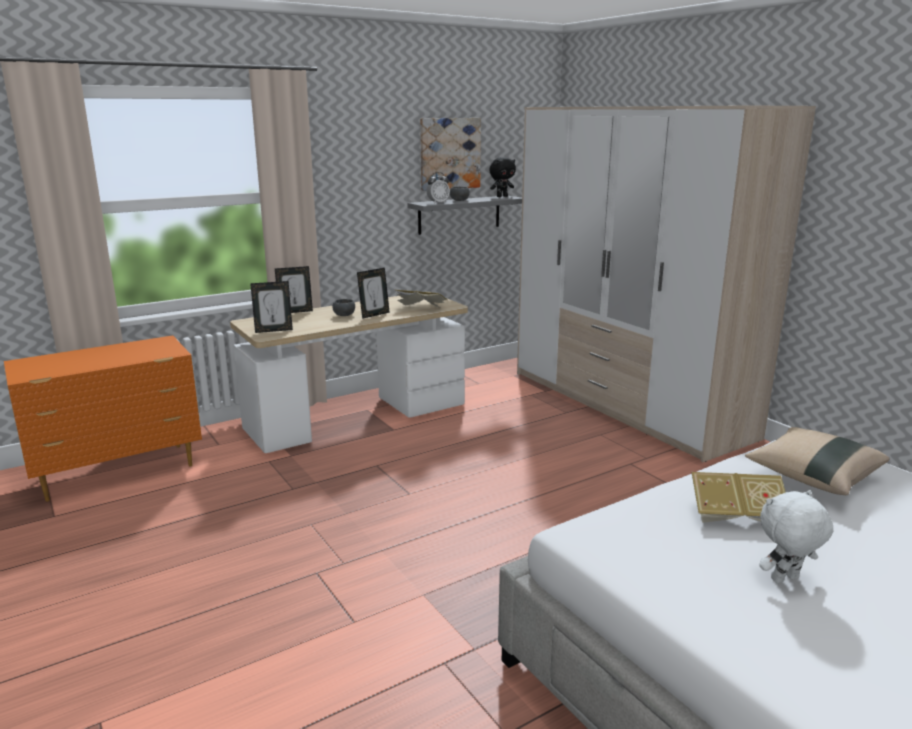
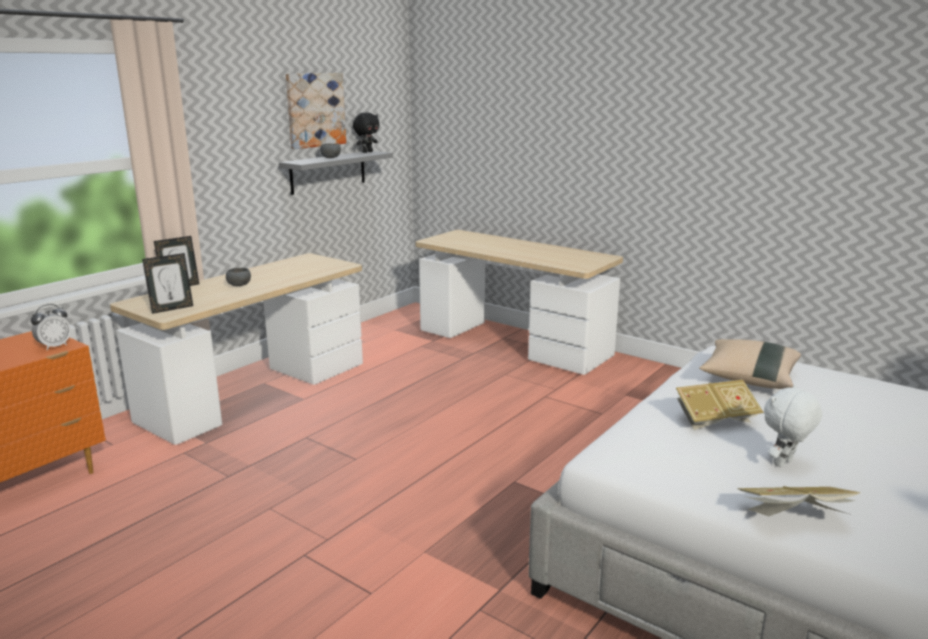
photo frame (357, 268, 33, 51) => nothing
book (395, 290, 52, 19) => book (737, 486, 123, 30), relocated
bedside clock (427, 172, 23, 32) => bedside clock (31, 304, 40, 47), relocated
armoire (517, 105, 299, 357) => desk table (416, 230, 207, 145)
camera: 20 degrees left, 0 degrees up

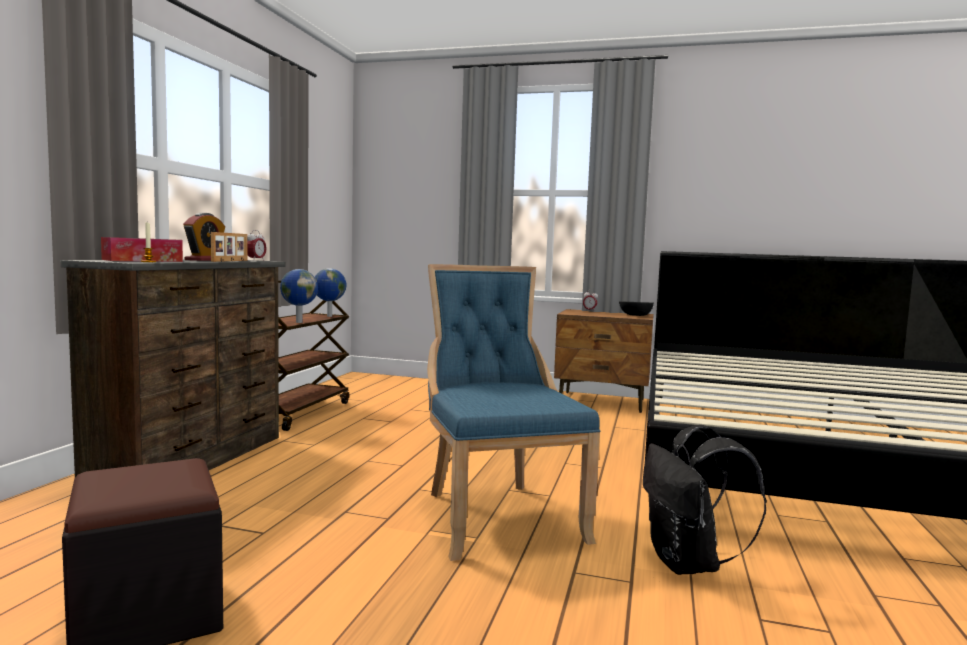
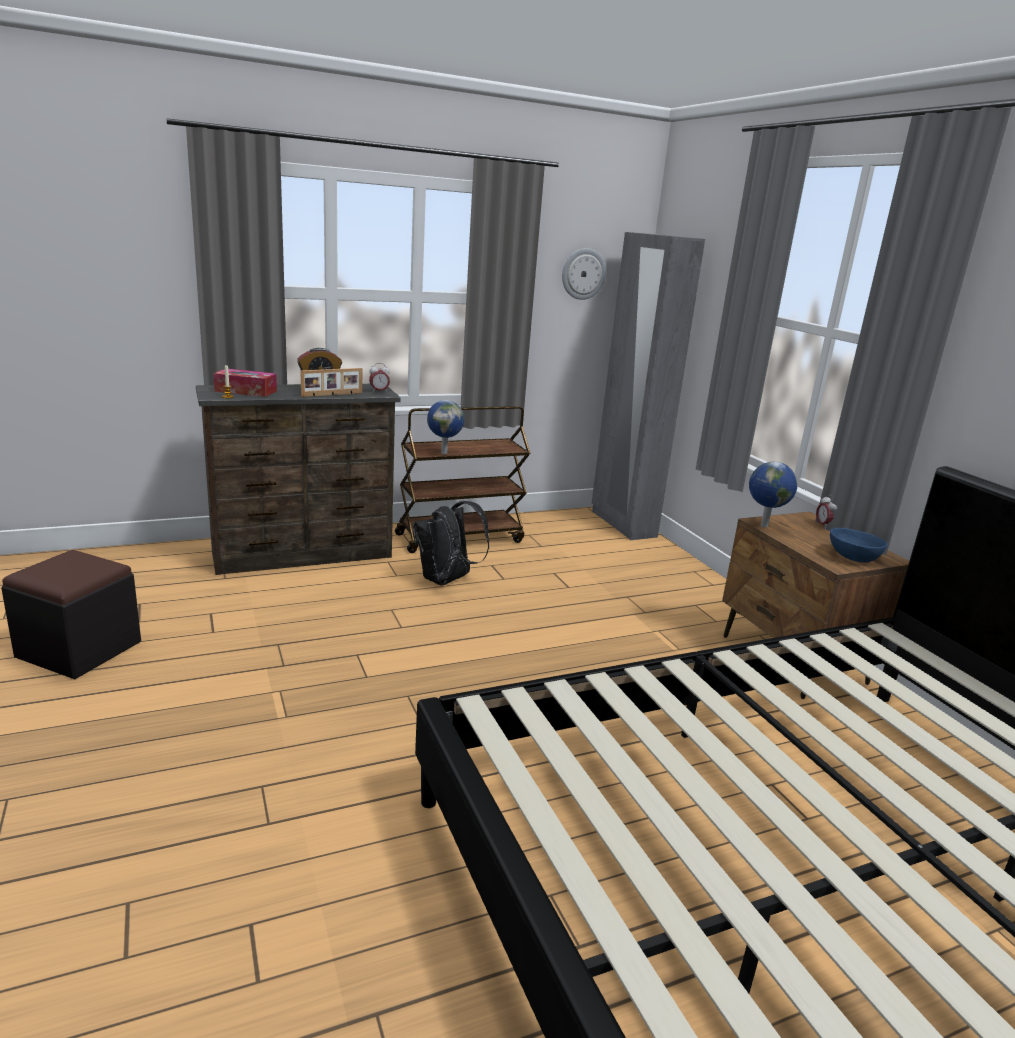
world globe (315, 268, 32, 49) => world globe (749, 462, 49, 65), relocated
blue upright chair (427, 264, 174, 297) => nothing
black-coloured serving bowl (619, 301, 35, 15) => blue serving bowl (830, 528, 57, 35)
black-coloured rucksack (643, 425, 124, 150) => black-coloured rucksack (413, 501, 77, 85), relocated
nothing => wall clock (562, 248, 44, 52)
nothing => gray armoire (592, 232, 113, 308)
camera: 50 degrees right, 15 degrees up

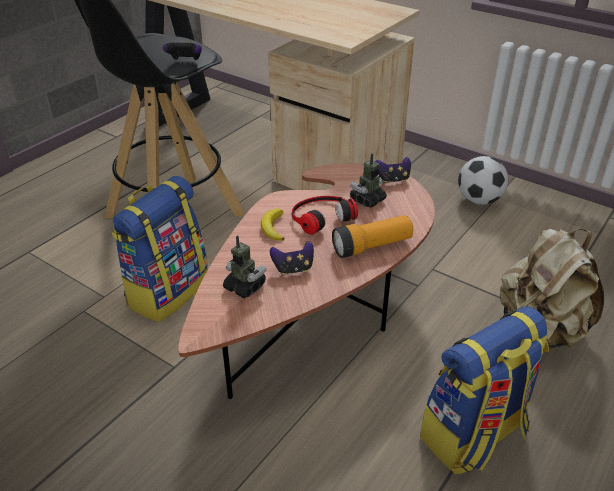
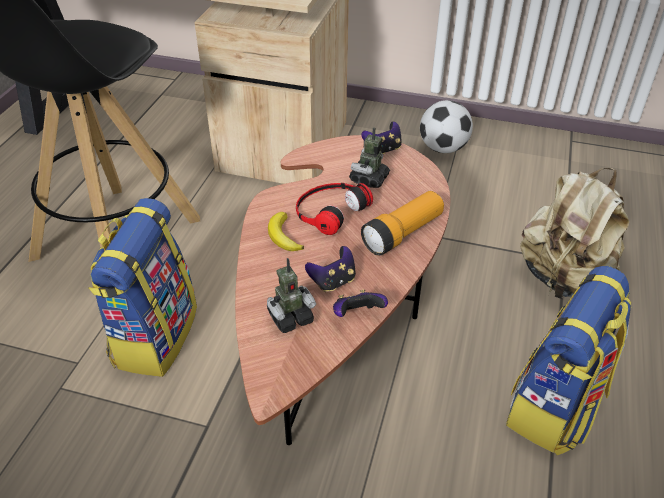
joypad (163, 42, 39, 18) => joypad (333, 289, 55, 28), relocated
toy robot (223, 235, 43, 63) => toy robot (267, 258, 49, 75), 135 degrees clockwise
camera: 20 degrees left, 5 degrees up

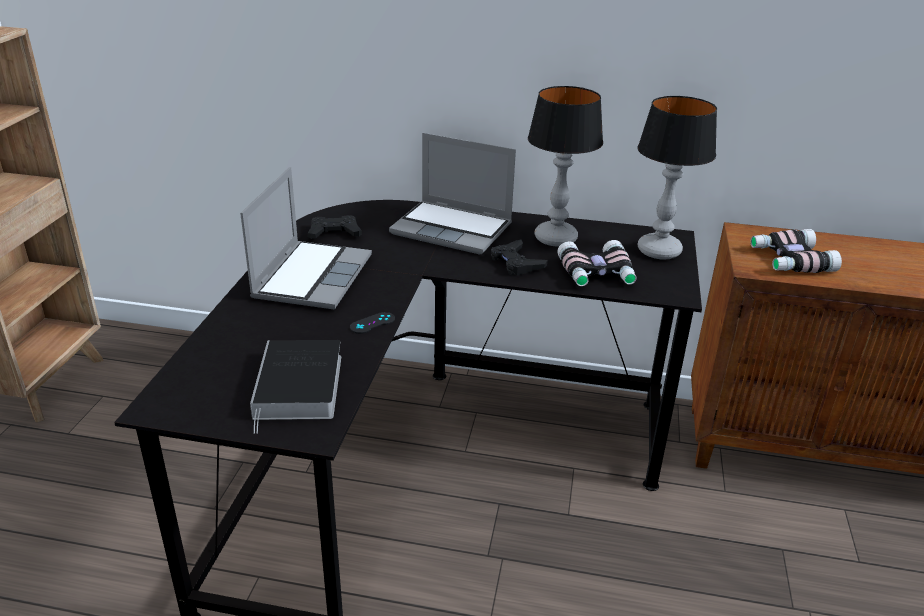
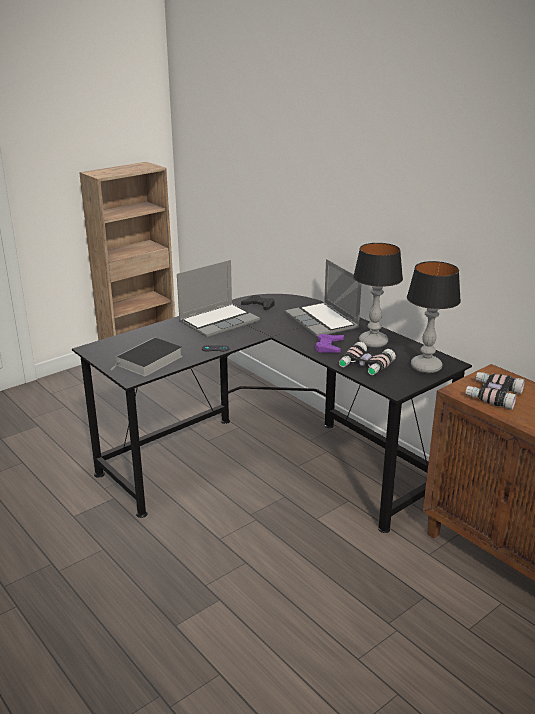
black-coloured joypad (491, 239, 56, 36) => purple joypad (315, 334, 29, 19)
camera: 40 degrees right, 5 degrees down

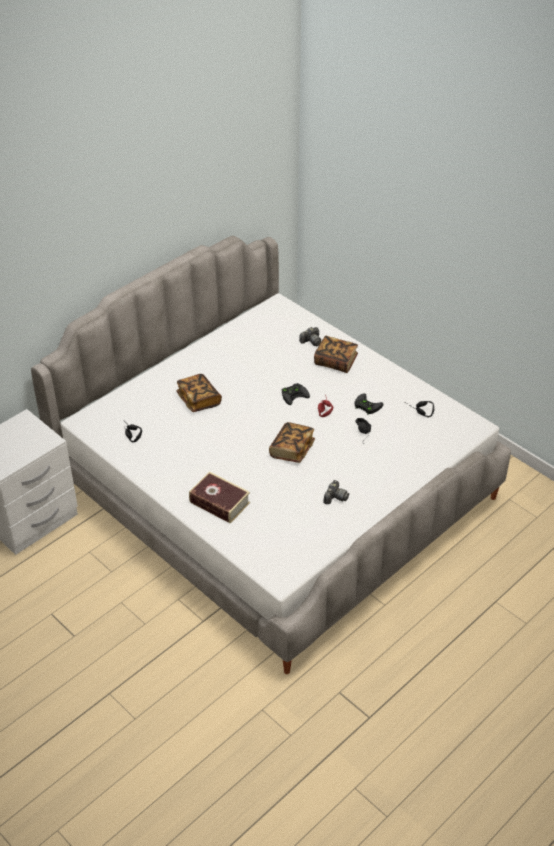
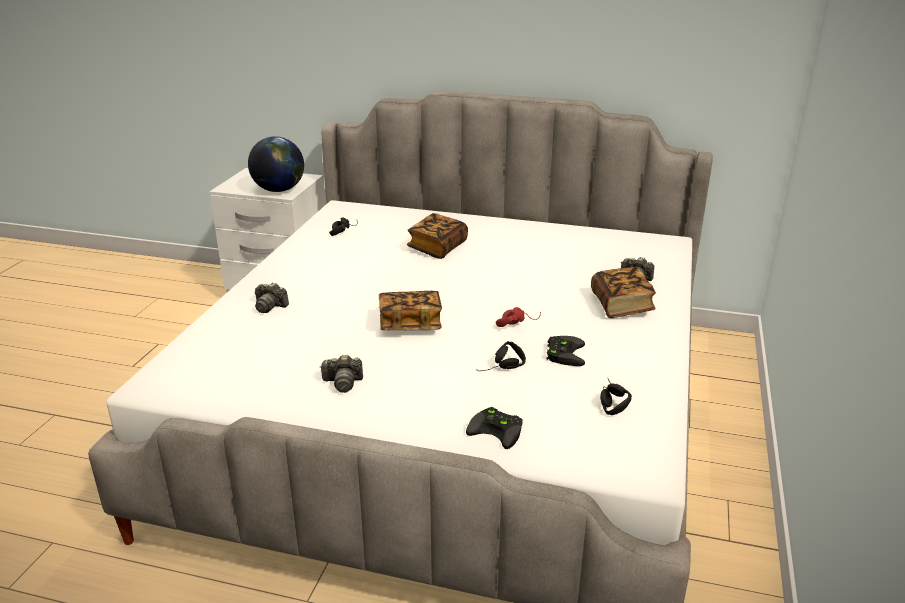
book (189, 472, 61, 52) => still camera (255, 282, 34, 31)
black-coloured joypad (282, 383, 28, 22) => black-coloured joypad (466, 407, 57, 42), relocated
nothing => world globe (248, 136, 56, 56)
camera: 60 degrees right, 15 degrees down

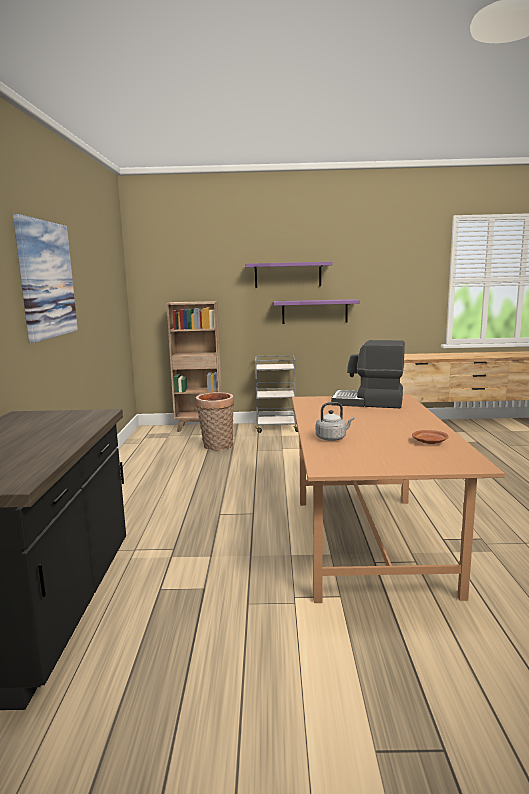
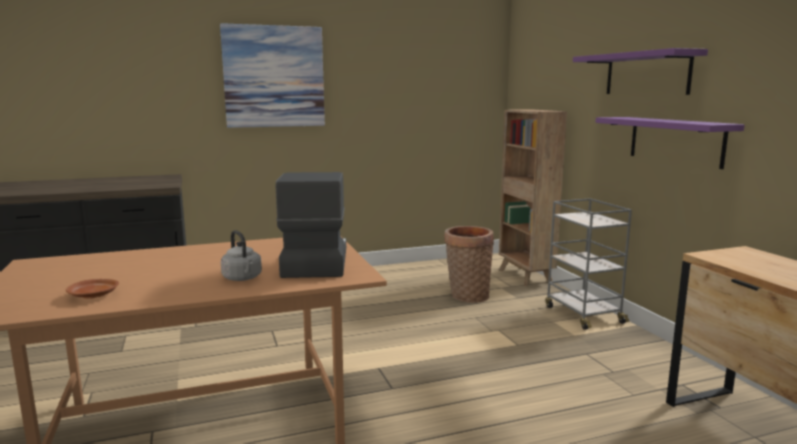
gray water kettle (316, 402, 38, 39) => gray water kettle (221, 230, 41, 51), relocated
camera: 70 degrees right, 0 degrees up

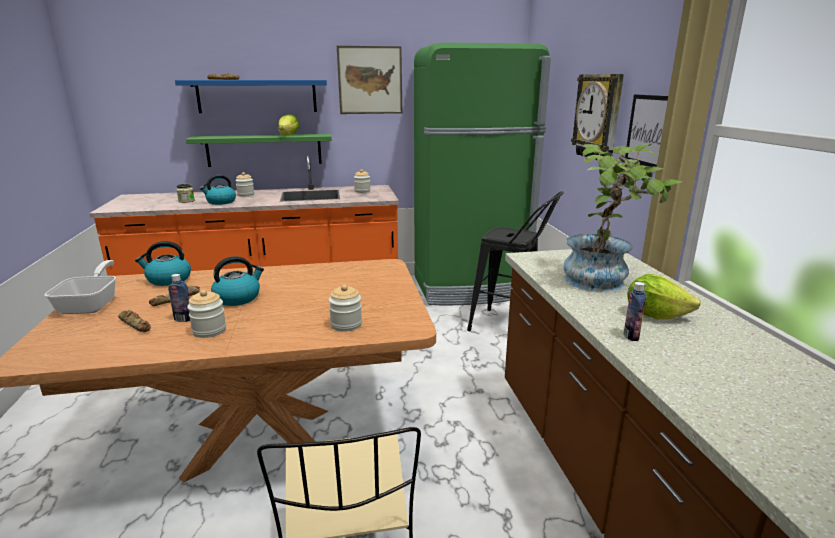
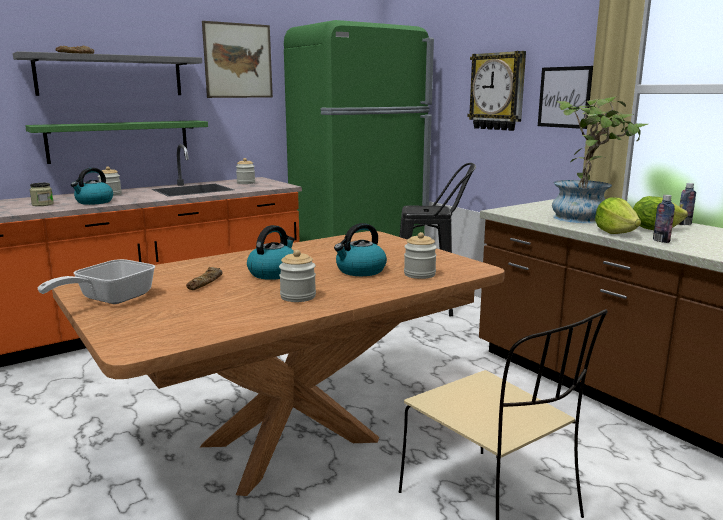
pan (44, 260, 72, 54) => pan (38, 259, 117, 45), 120 degrees counterclockwise
bread (118, 310, 33, 22) => nothing
water kettle (135, 241, 56, 45) => water kettle (334, 223, 53, 53), relocated
drink bottle (168, 274, 22, 48) => drink bottle (679, 183, 17, 42), relocated
blue bracket shelf (175, 80, 152, 33) => gray bracket shelf (13, 51, 189, 45)
lettuce head (279, 114, 20, 22) => lettuce head (595, 197, 46, 37), relocated
camera: 25 degrees left, 5 degrees down

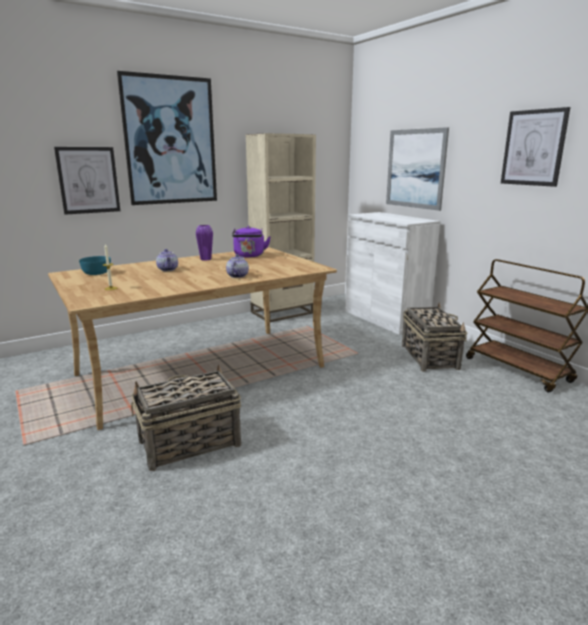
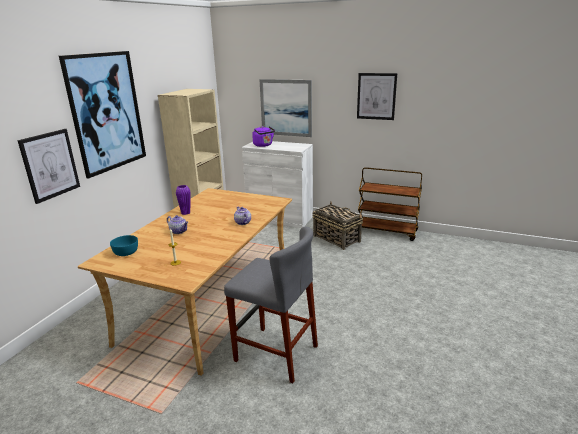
basket (131, 365, 110, 106) => gray stool (224, 226, 94, 157)
purple water kettle (232, 226, 39, 32) => purple water kettle (252, 126, 23, 21), relocated
camera: 35 degrees left, 5 degrees up

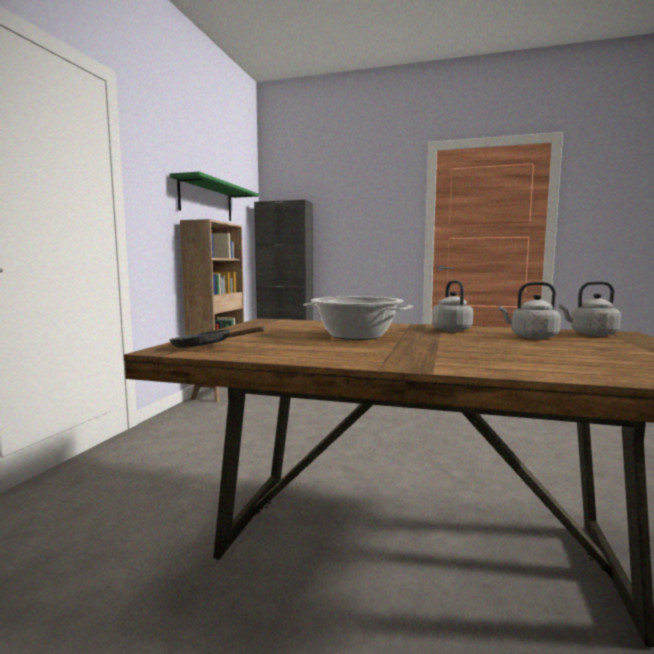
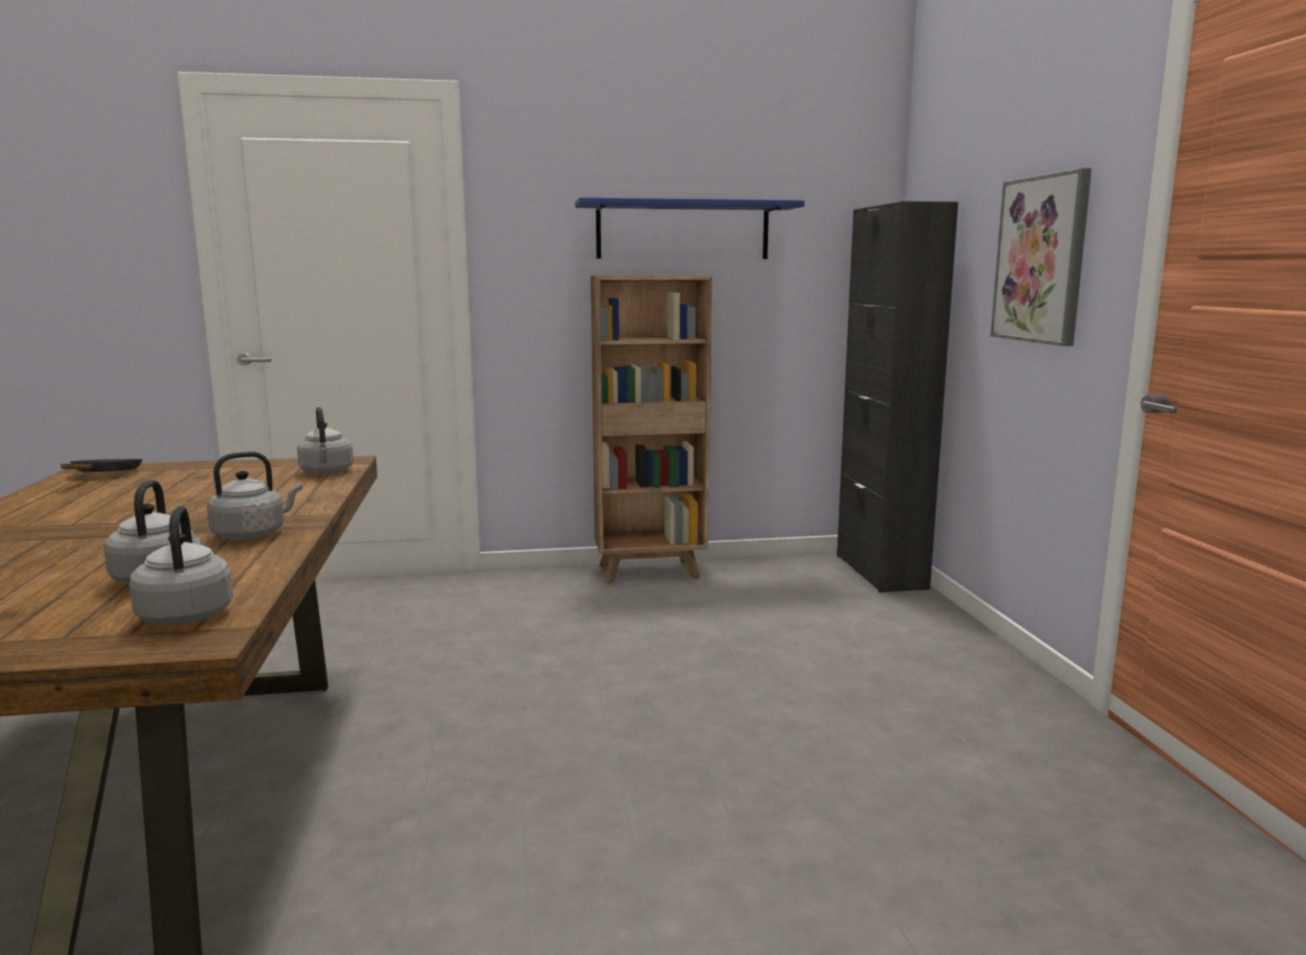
green-coloured bracket shelf (169, 172, 90, 49) => blue bracket shelf (575, 197, 230, 62)
saucepot (303, 297, 110, 43) => nothing
nothing => gray water kettle (297, 407, 57, 68)
nothing => wall picture (991, 168, 101, 178)
camera: 65 degrees right, 5 degrees up

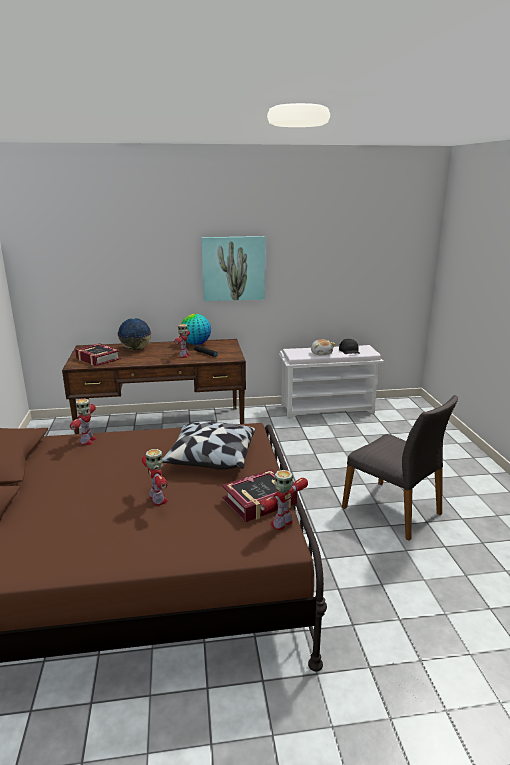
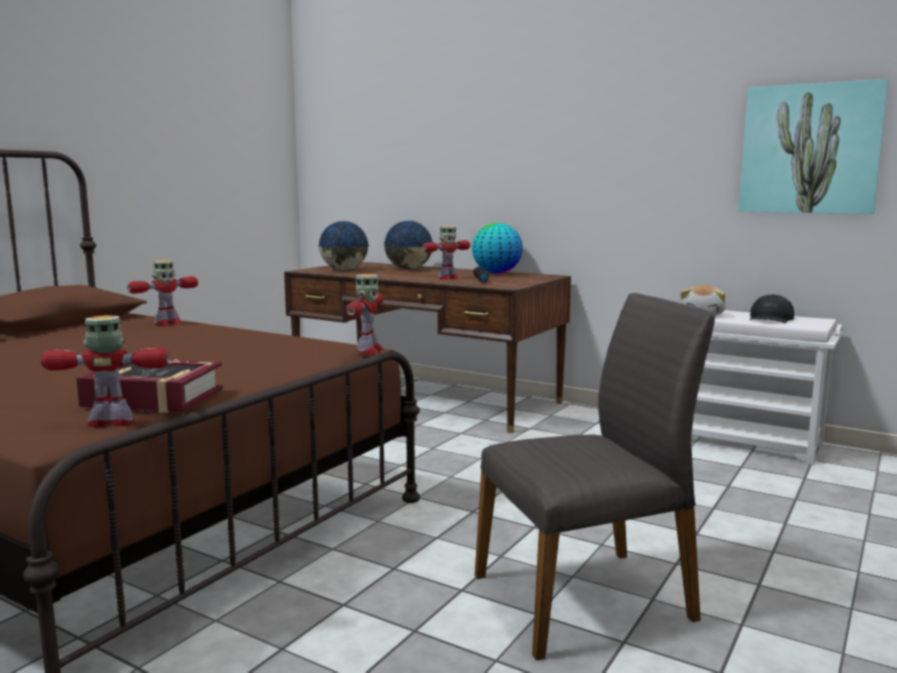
book (75, 343, 46, 23) => world globe (318, 221, 51, 49)
toy robot (142, 449, 27, 57) => toy robot (345, 274, 39, 80), relocated
pillow (162, 421, 93, 49) => nothing
wall picture (201, 236, 64, 65) => wall picture (739, 79, 150, 135), relocated
gray upright chair (342, 395, 116, 146) => gray upright chair (475, 293, 240, 368), 105 degrees counterclockwise
camera: 40 degrees right, 10 degrees down

